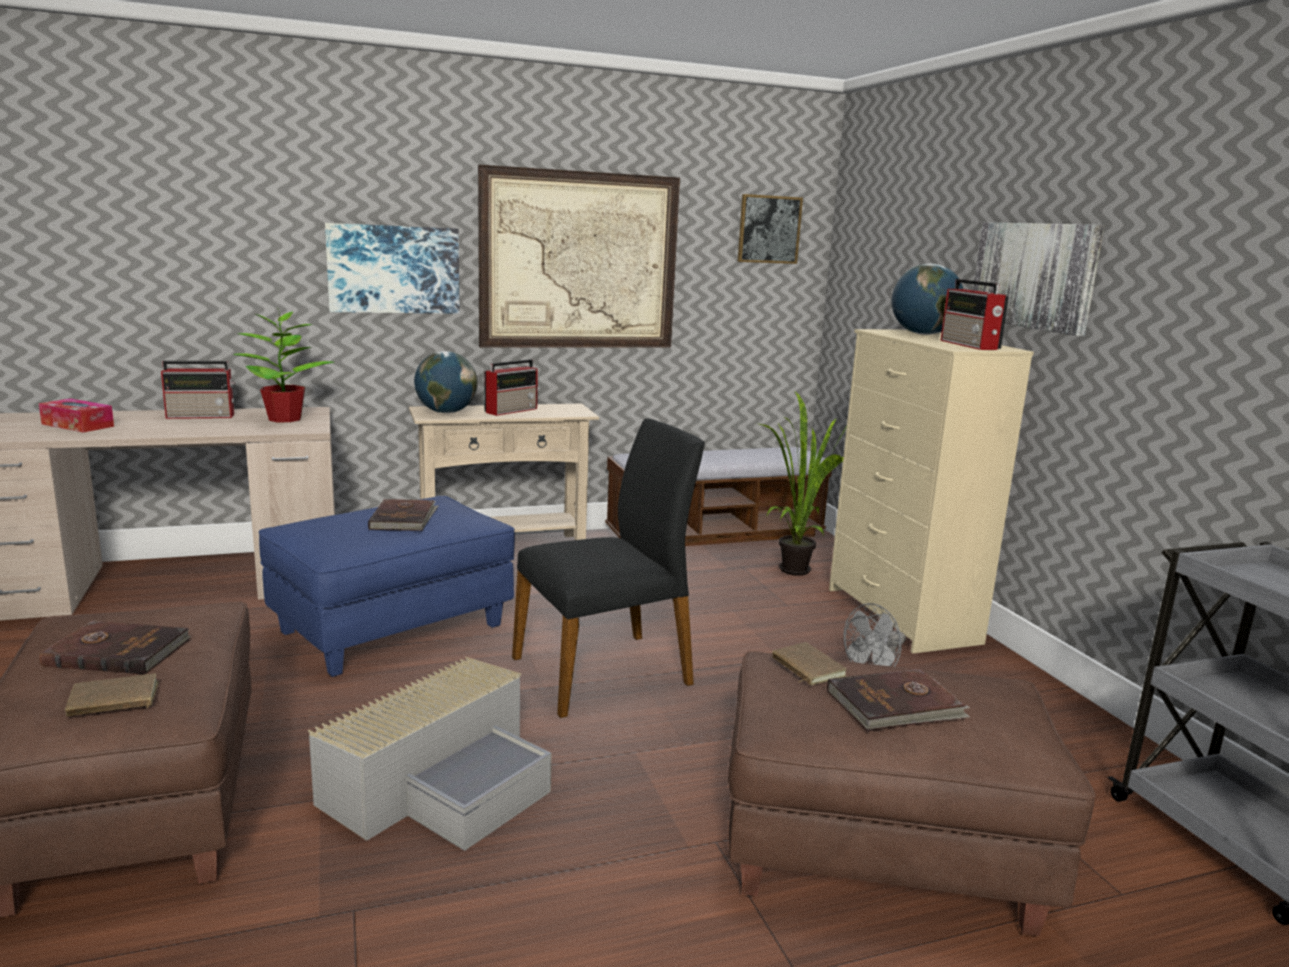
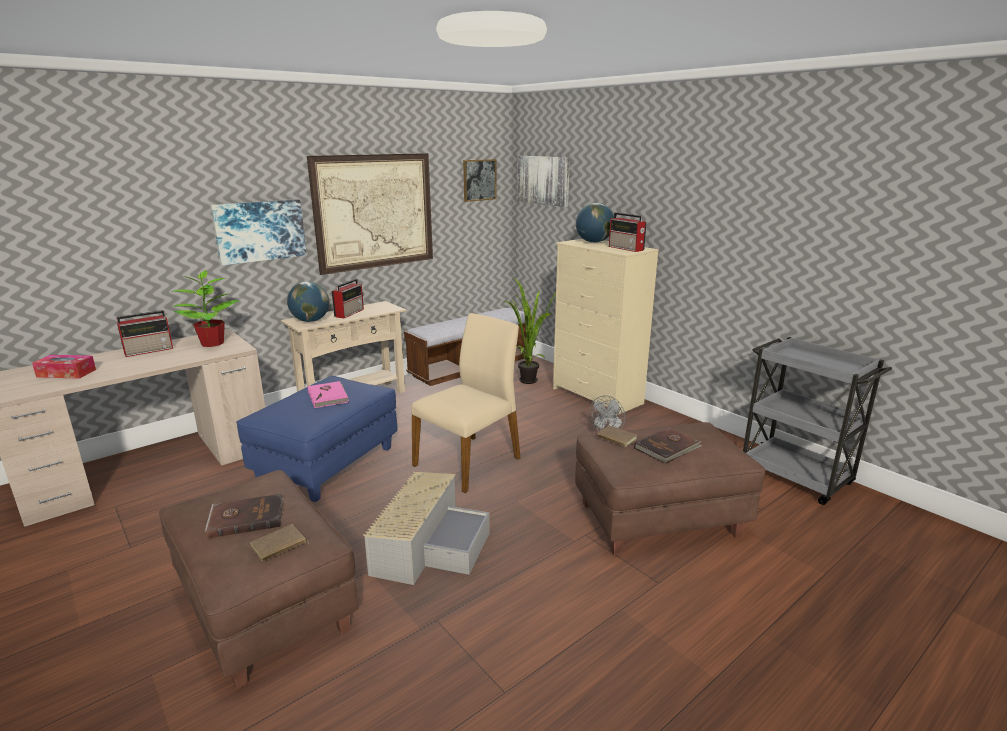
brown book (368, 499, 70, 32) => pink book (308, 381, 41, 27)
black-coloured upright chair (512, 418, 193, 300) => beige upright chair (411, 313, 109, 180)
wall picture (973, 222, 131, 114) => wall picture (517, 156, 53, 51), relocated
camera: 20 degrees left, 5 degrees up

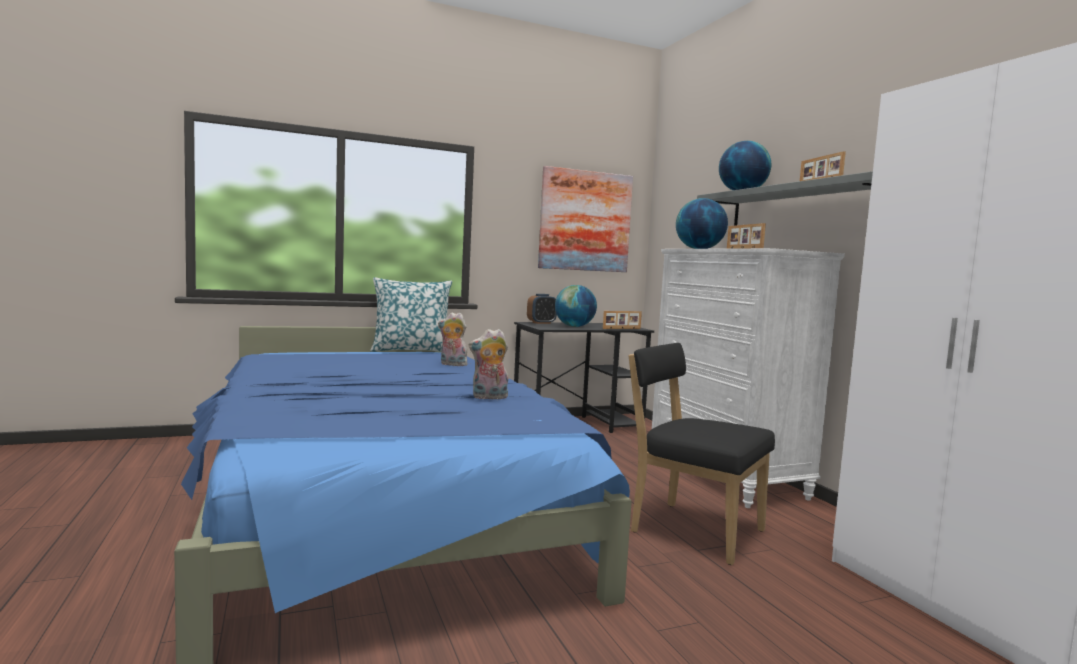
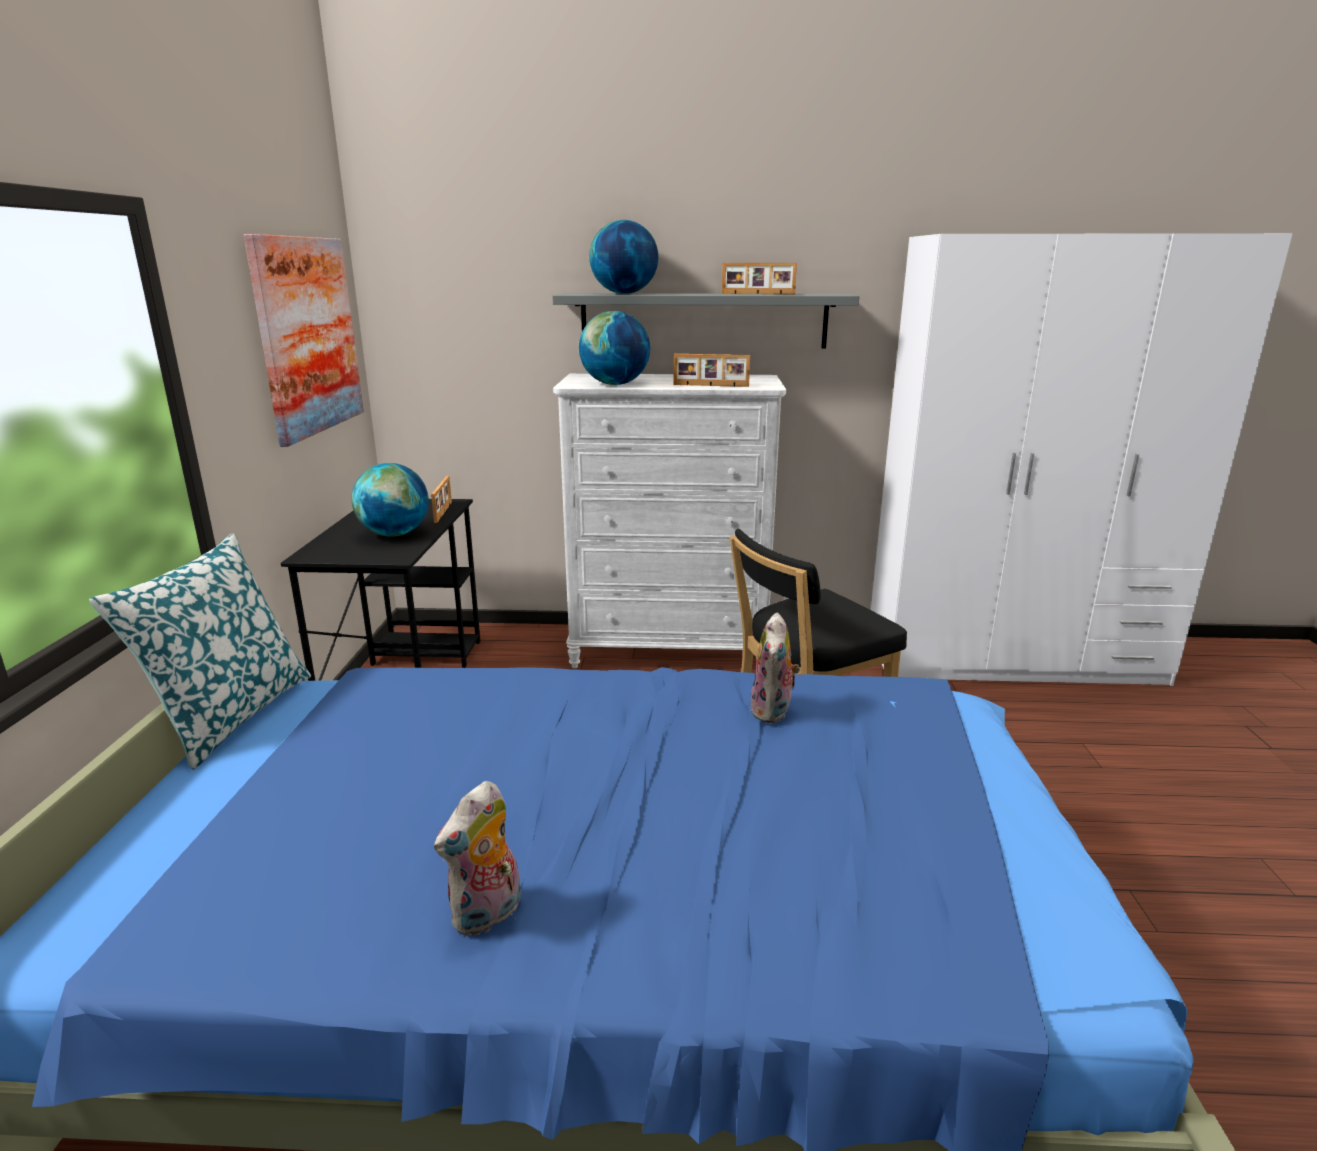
soft toy (438, 312, 31, 54) => soft toy (434, 781, 87, 155), relocated
bedside clock (527, 294, 30, 30) => nothing
camera: 65 degrees left, 15 degrees up

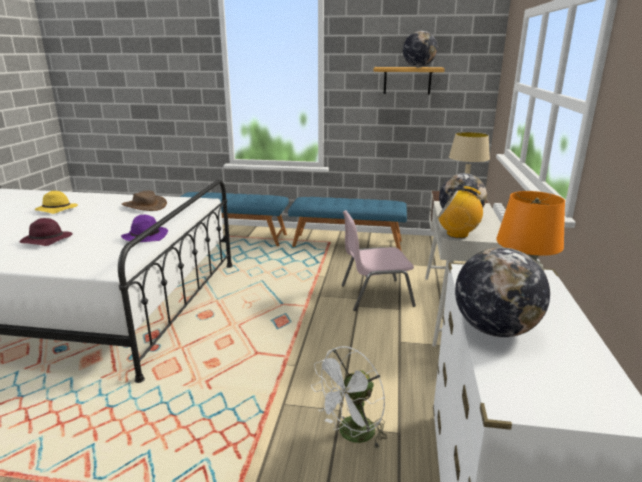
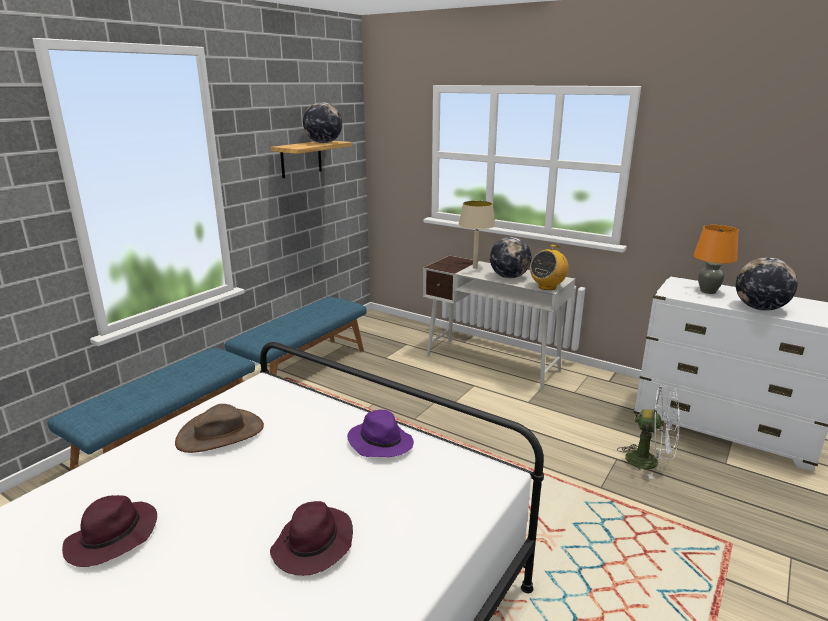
yellow-coloured clothing hat (34, 191, 44, 23) => purple clothing hat (62, 495, 95, 72)
whitish electric fan (311, 346, 76, 104) => whitish electric fan (617, 386, 63, 93), 45 degrees counterclockwise
pink upright chair (342, 210, 74, 101) => nothing
camera: 65 degrees left, 0 degrees up

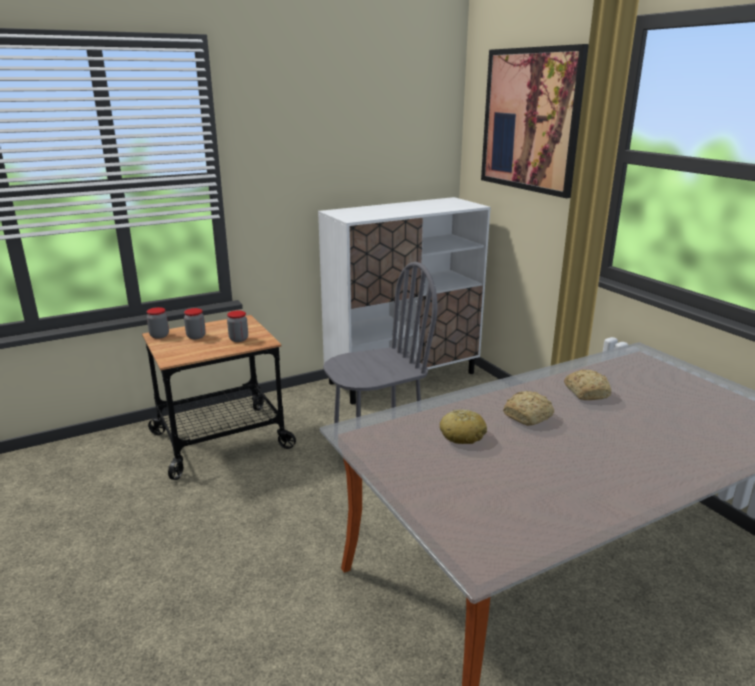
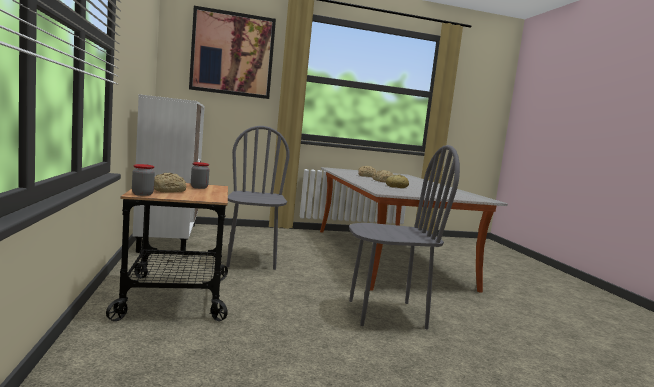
jar (184, 308, 22, 31) => bread (154, 173, 32, 20)
nothing => gray upright chair (349, 145, 111, 185)
camera: 75 degrees left, 15 degrees down

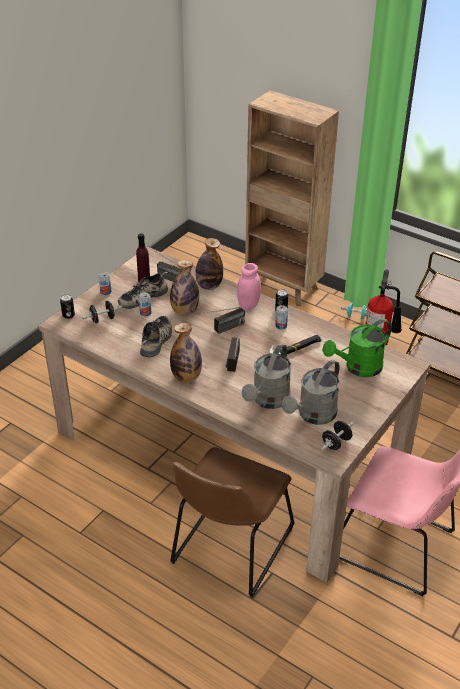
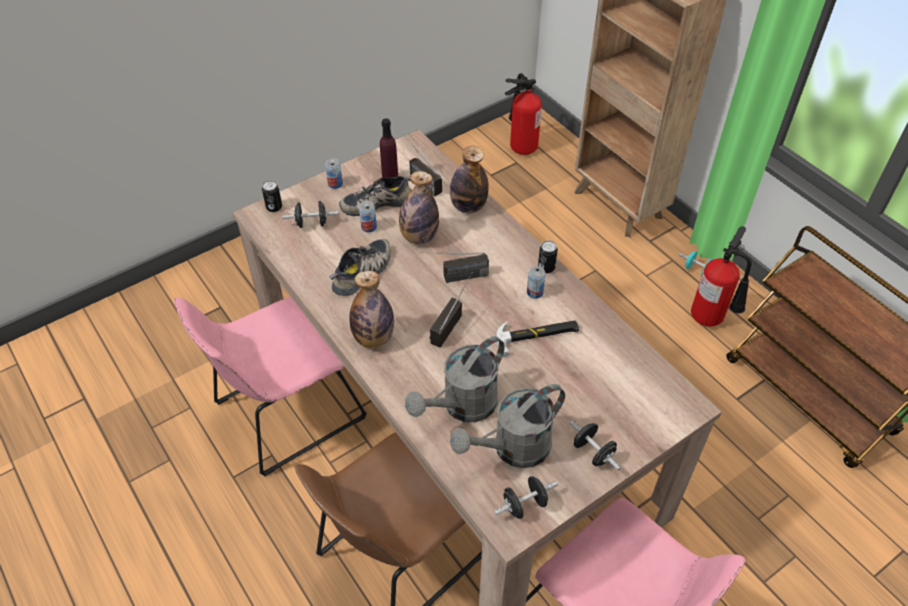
pink jar (237, 263, 24, 47) => nothing
green-coloured watering can (322, 319, 70, 58) => nothing
nothing => pink upright chair (174, 298, 193, 179)
nothing => extinguisher (505, 73, 37, 82)
nothing => black-coloured dumbbell (570, 420, 51, 50)
camera: 20 degrees right, 10 degrees up

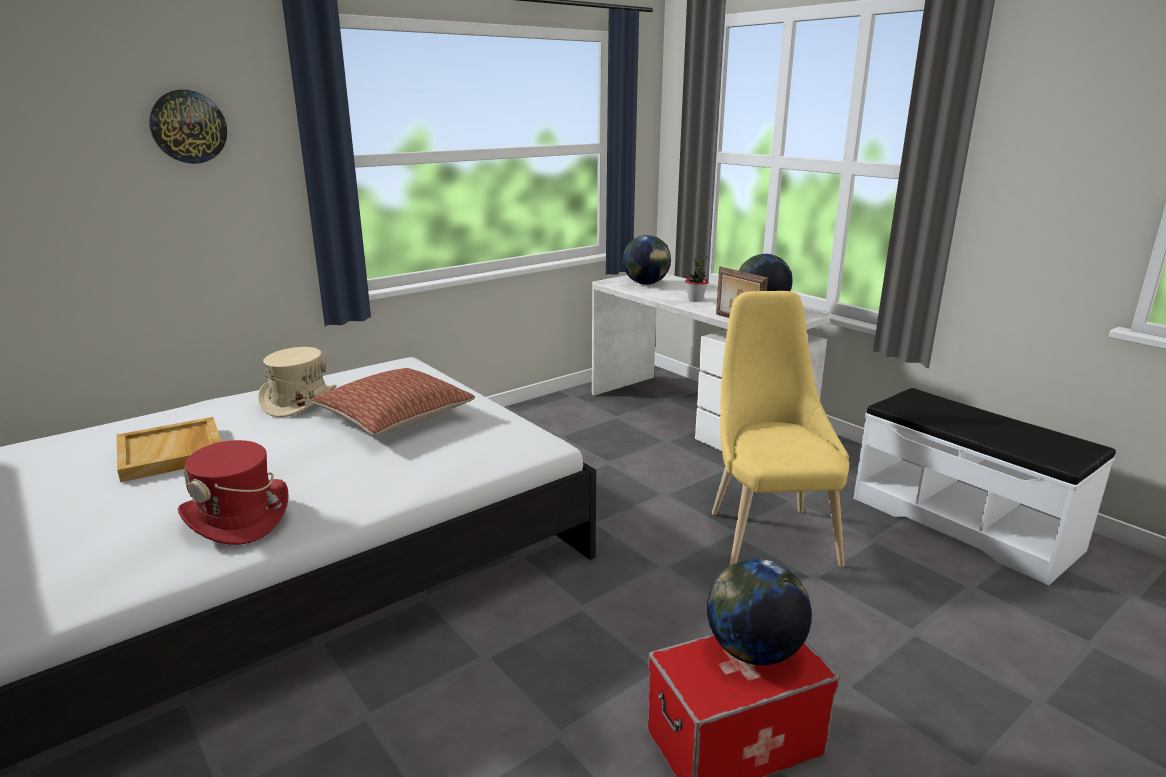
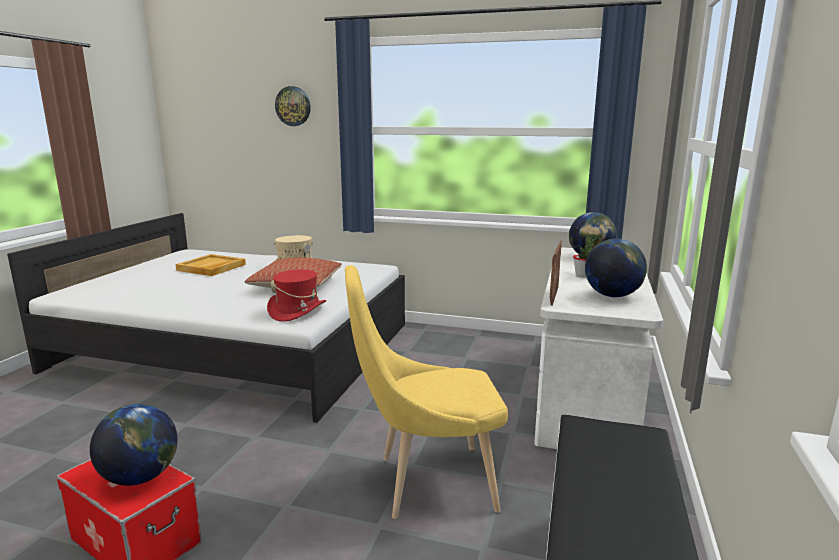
red clothing hat (178, 440, 111, 105) => red clothing hat (267, 269, 59, 53), relocated
yellow-coloured upright chair (712, 291, 137, 276) => yellow-coloured upright chair (345, 265, 163, 254), 150 degrees counterclockwise
camera: 55 degrees right, 5 degrees down

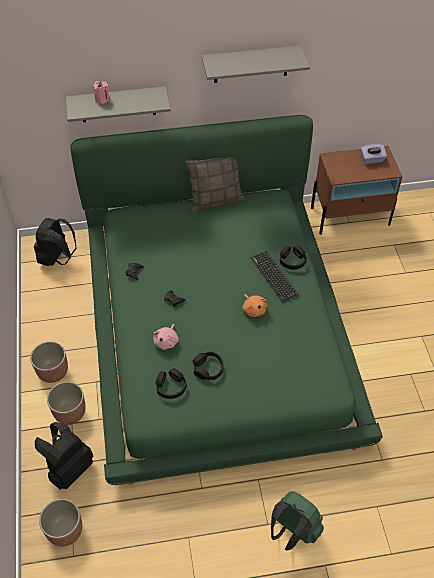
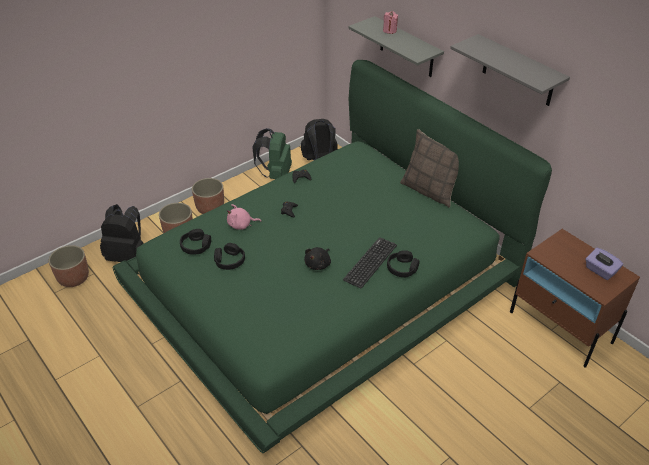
orange-coloured soft toy (243, 294, 24, 23) => black-coloured soft toy (304, 247, 27, 23)
green-coloured rucksack (271, 492, 53, 58) => green-coloured rucksack (252, 128, 40, 51), relocated
camera: 60 degrees right, 10 degrees down

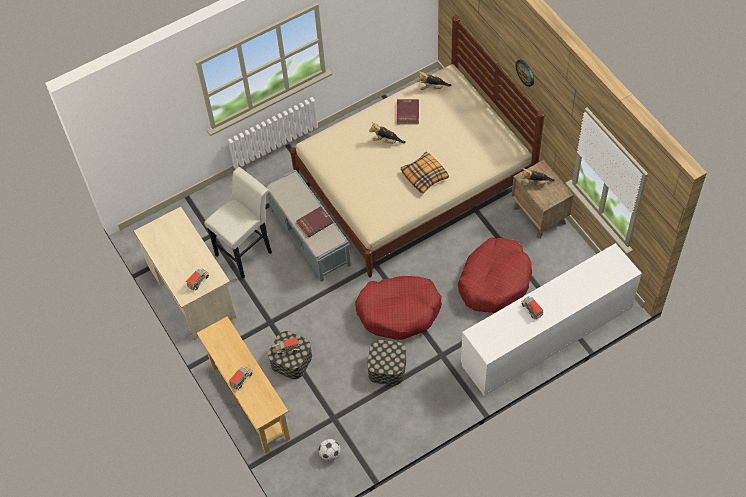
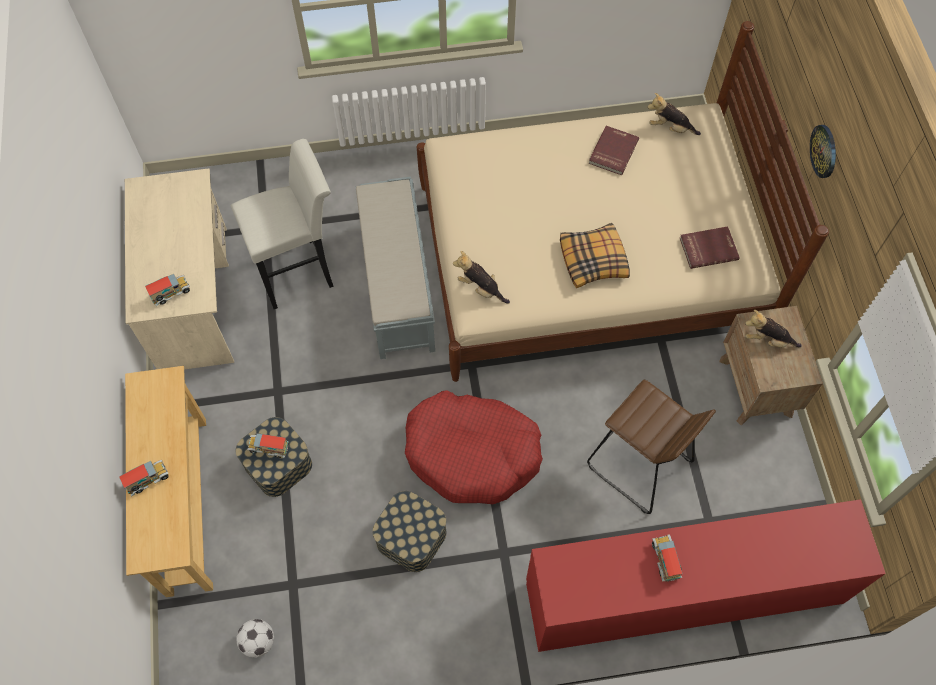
red book (296, 206, 37, 32) => red book (680, 226, 60, 43), relocated
soft toy (369, 122, 37, 22) => soft toy (453, 251, 57, 53), relocated
red dog cushion (458, 237, 74, 76) => brown stool (587, 380, 129, 134)
whitish dresser (461, 243, 181, 153) => red dresser (526, 499, 360, 153)
camera: 20 degrees right, 5 degrees up

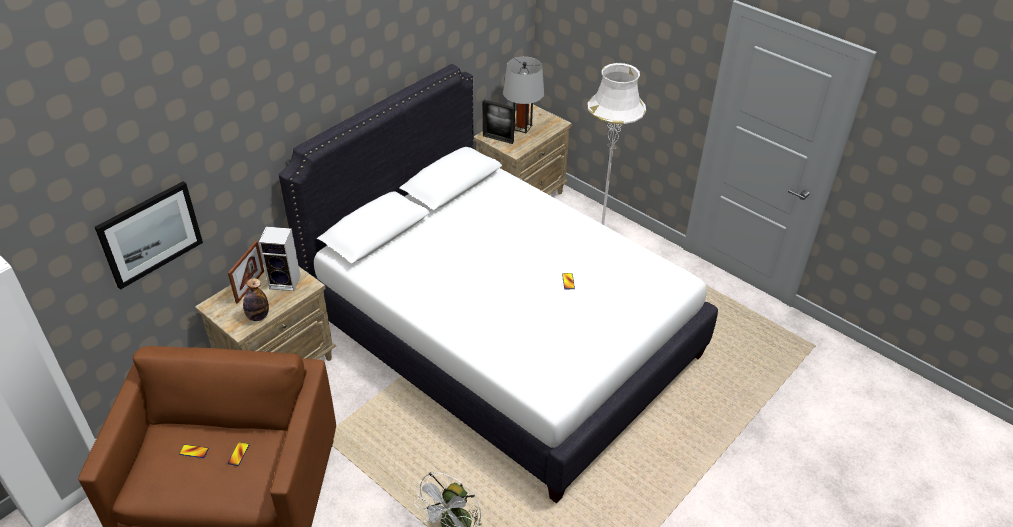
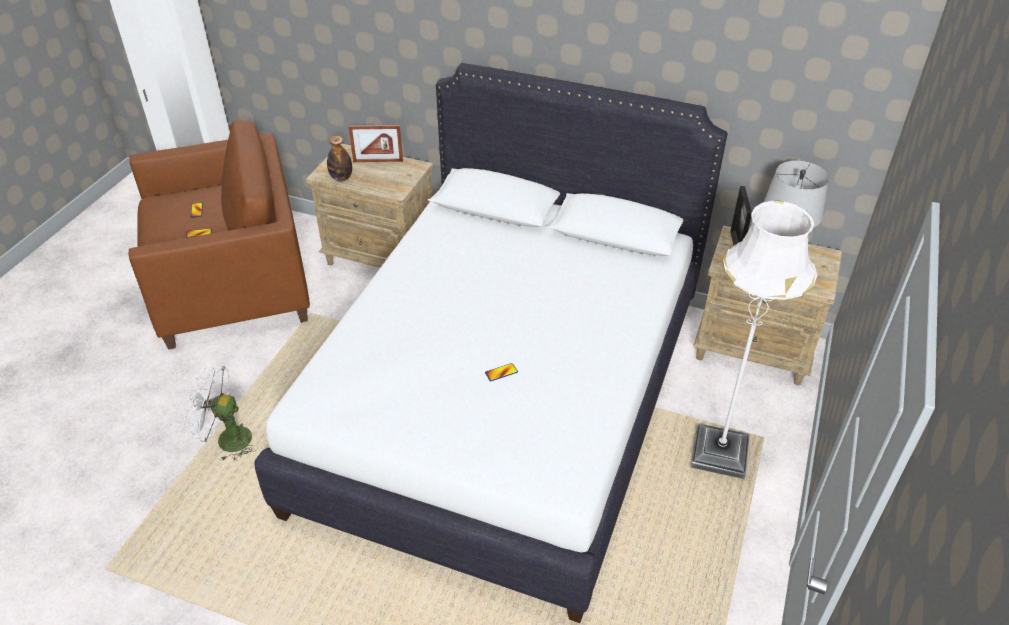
wall picture (95, 181, 108, 109) => nothing
loudspeaker (259, 227, 41, 64) => nothing
camera: 70 degrees right, 0 degrees up

